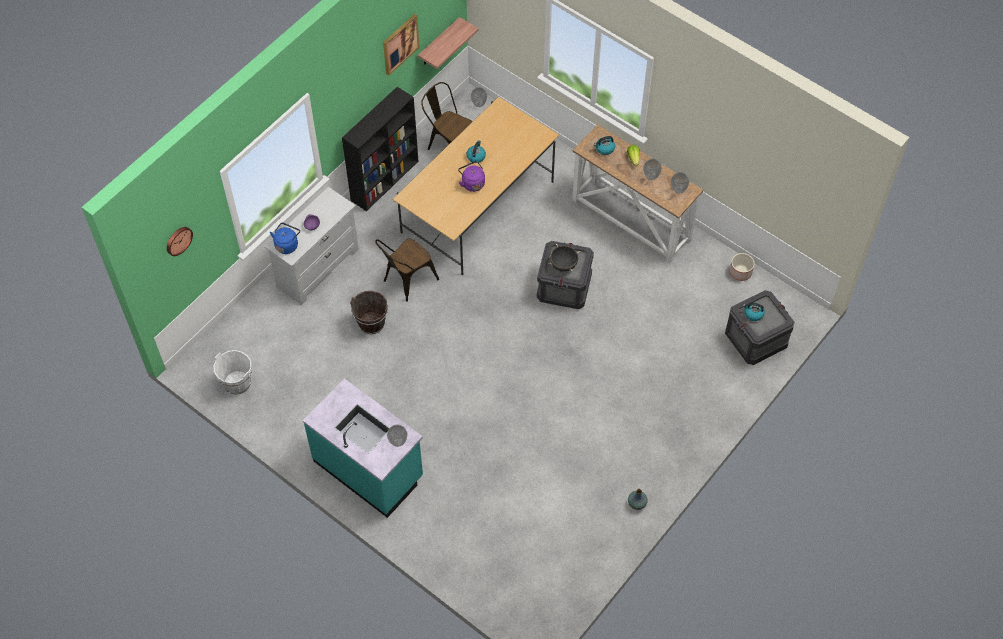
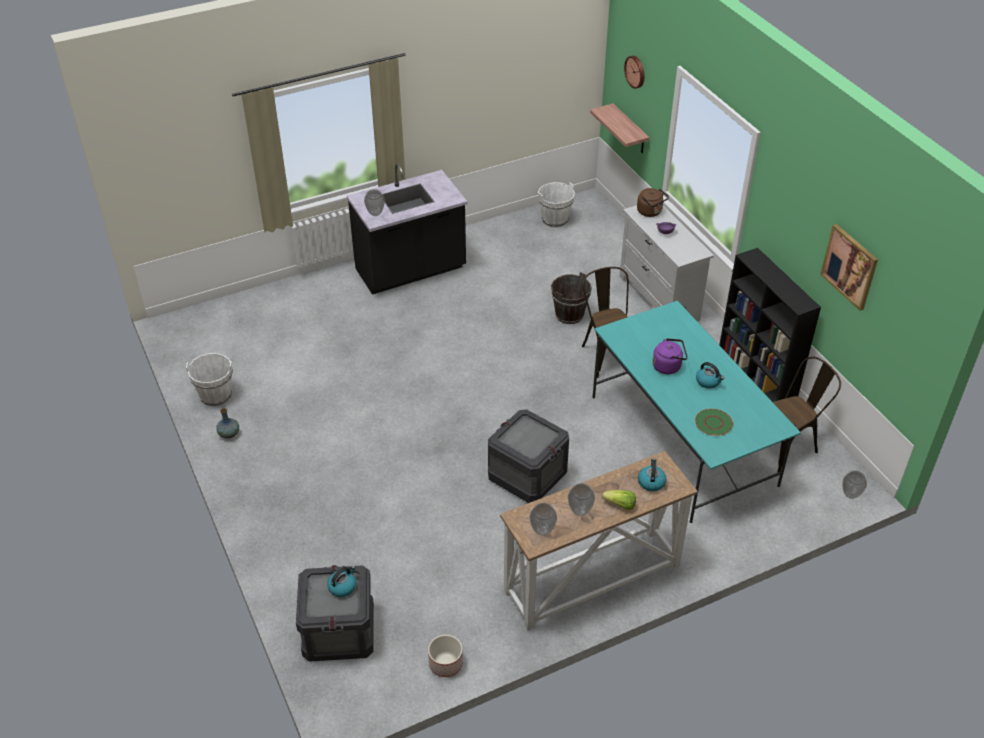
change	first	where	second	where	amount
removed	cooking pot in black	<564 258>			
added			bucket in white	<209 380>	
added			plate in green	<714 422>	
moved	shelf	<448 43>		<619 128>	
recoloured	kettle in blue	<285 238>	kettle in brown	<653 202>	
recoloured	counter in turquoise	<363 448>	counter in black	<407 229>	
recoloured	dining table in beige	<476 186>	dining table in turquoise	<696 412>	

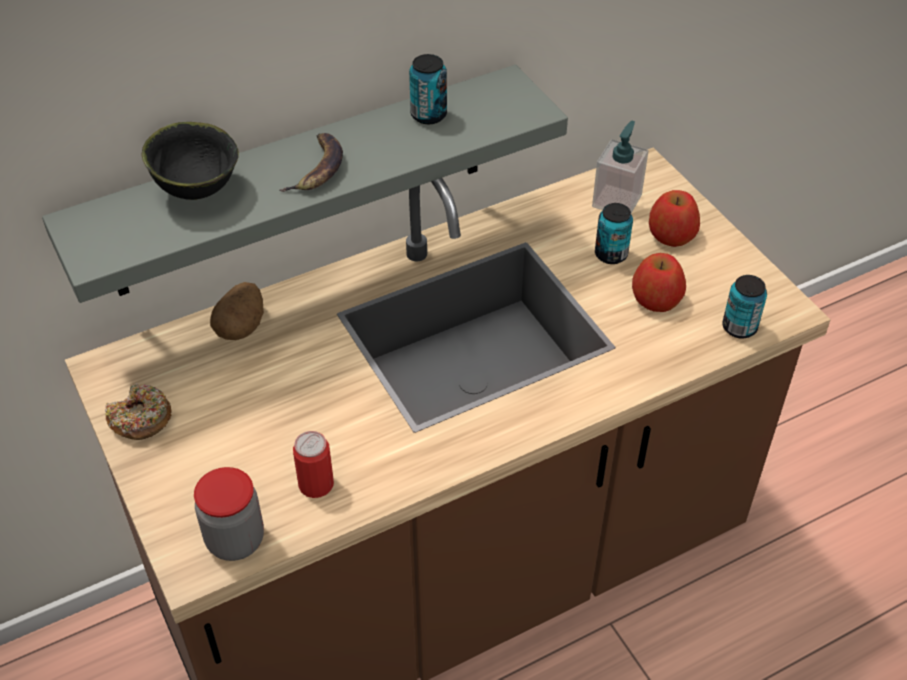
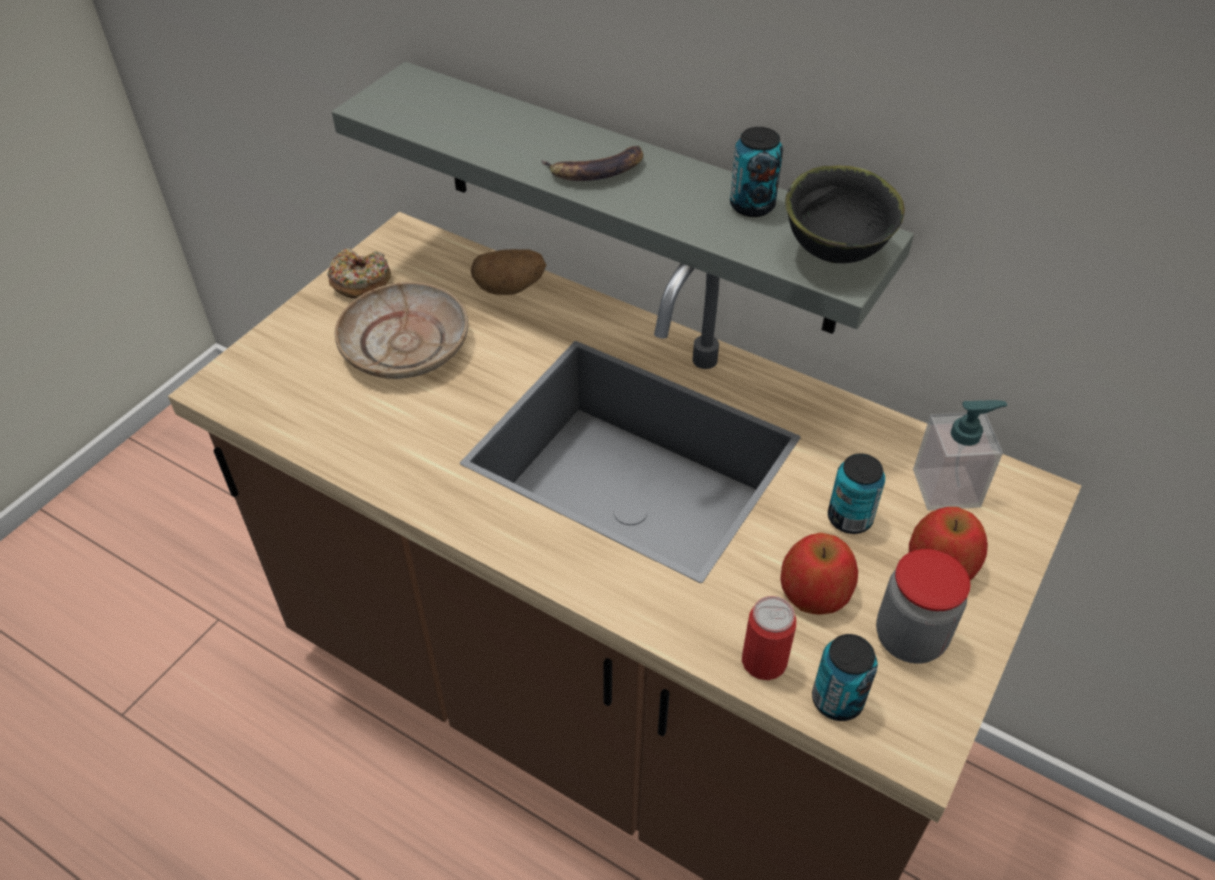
change	first	where	second	where	amount
added			plate in beige	<401 330>	
moved	bowl in black	<190 161>		<845 214>	
moved	jar	<229 514>		<923 606>	
moved	can	<313 464>		<769 638>	

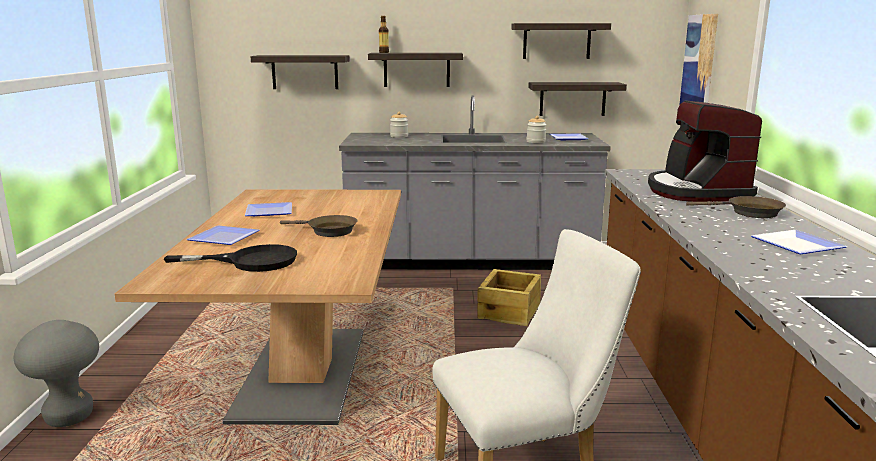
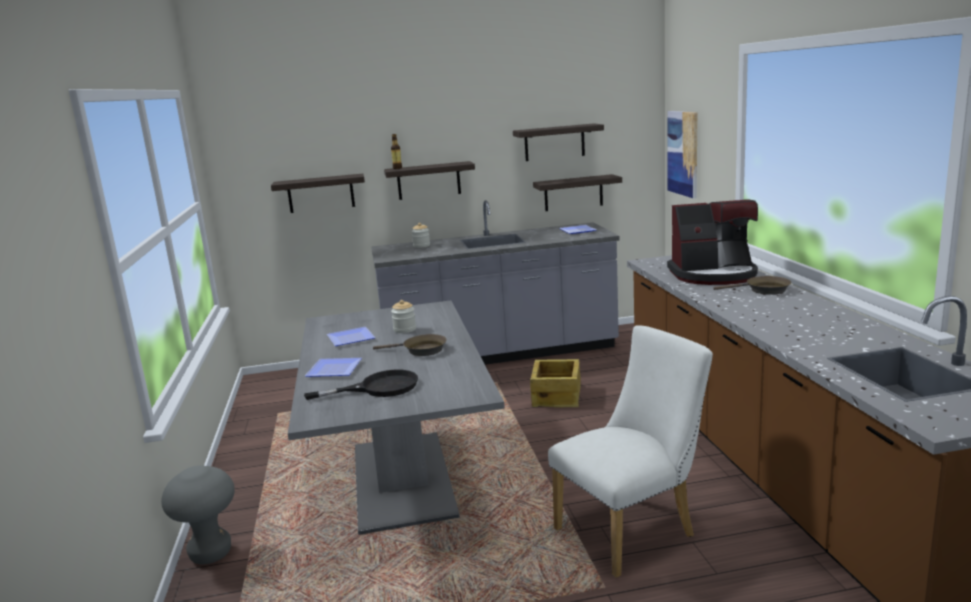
change	first	where	second	where	amount
removed	plate	<799 242>			
moved	jar	<536 129>		<403 316>	
recoloured	dining table in brown	<257 307>	dining table in grey	<396 417>	
turned	coffee machine	<705 151>		<712 242>	75 degrees counterclockwise

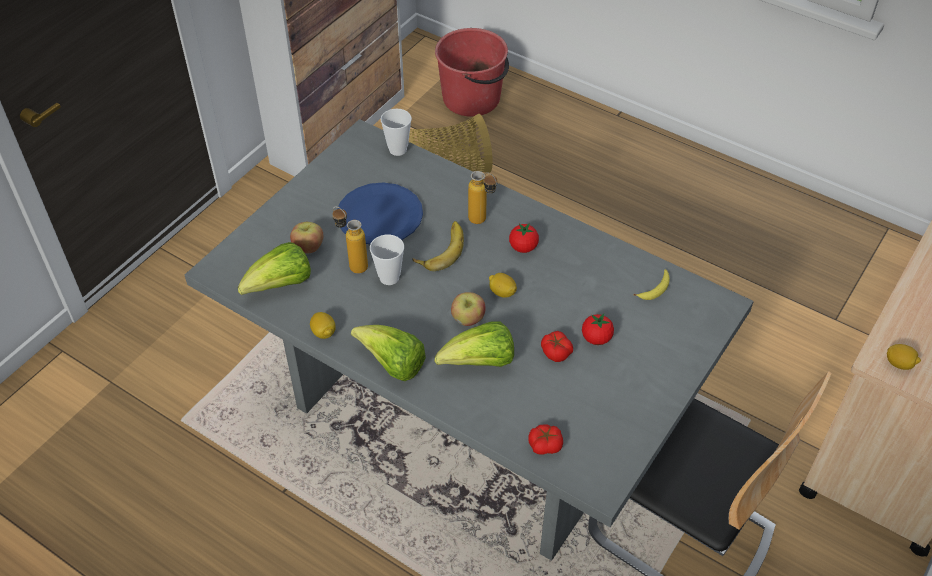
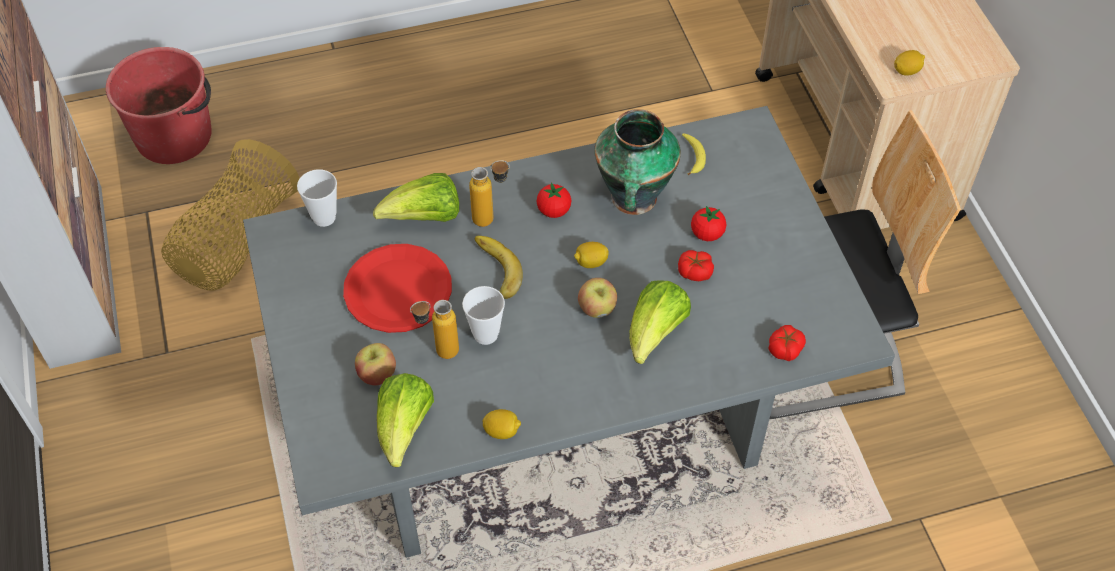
change	first	where	second	where	amount
added			vase	<637 162>	
moved	lettuce	<388 353>		<416 197>	
recoloured	plate in blue	<380 213>	plate in red	<397 288>	

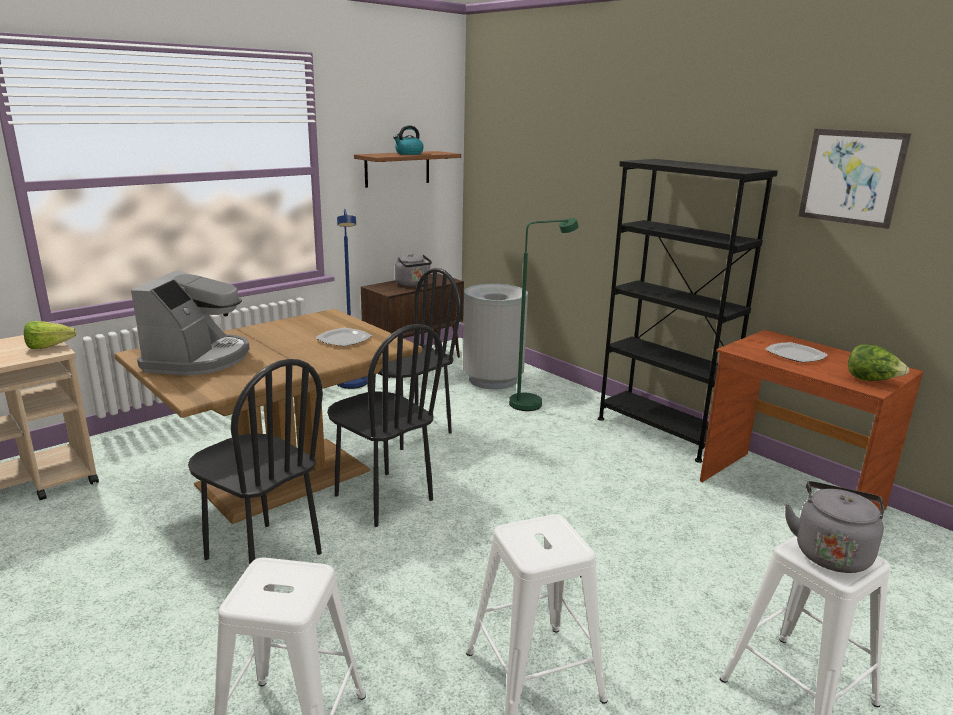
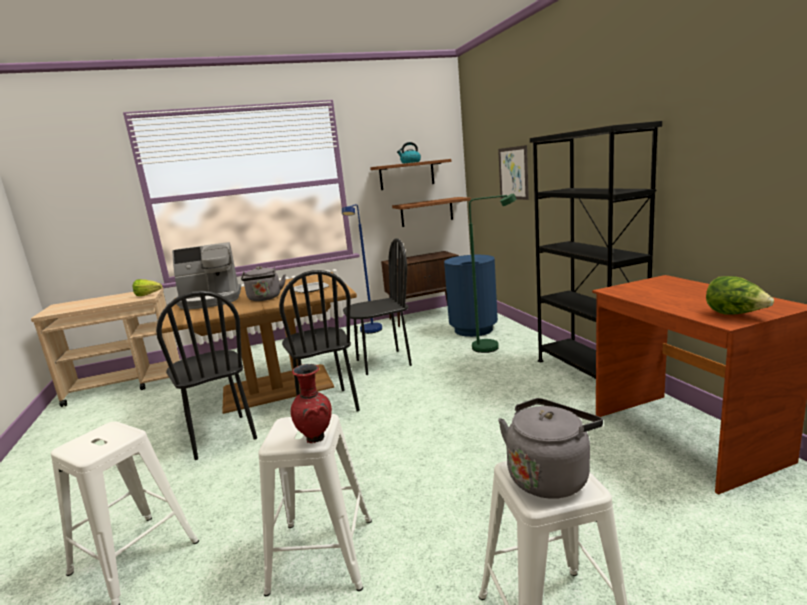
change	first	where	second	where	amount
removed	plate	<796 352>			
added			vase in red	<311 403>	
added			shelf	<431 212>	
moved	kettle in grey	<413 270>		<263 283>	
moved	picture	<854 179>		<513 172>	
recoloured	trash can in grey	<495 336>	trash can in blue	<471 296>	
turned	coffee machine	<190 323>		<206 275>	45 degrees clockwise

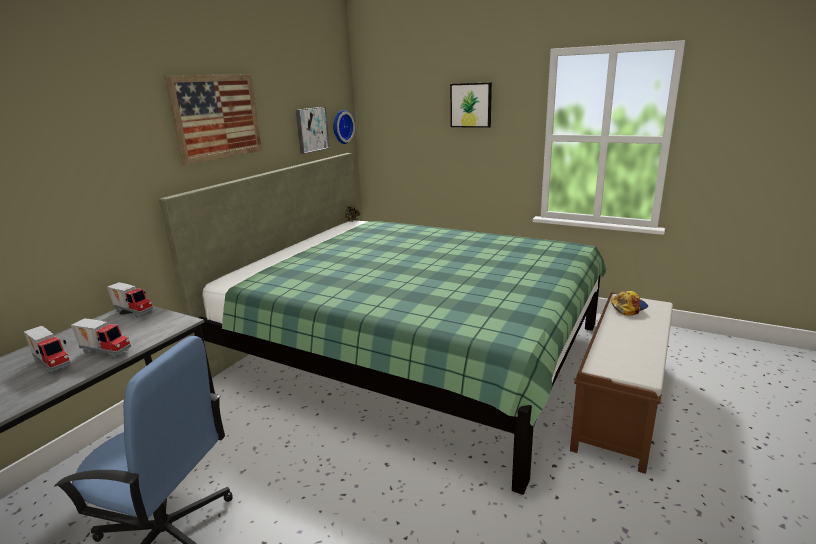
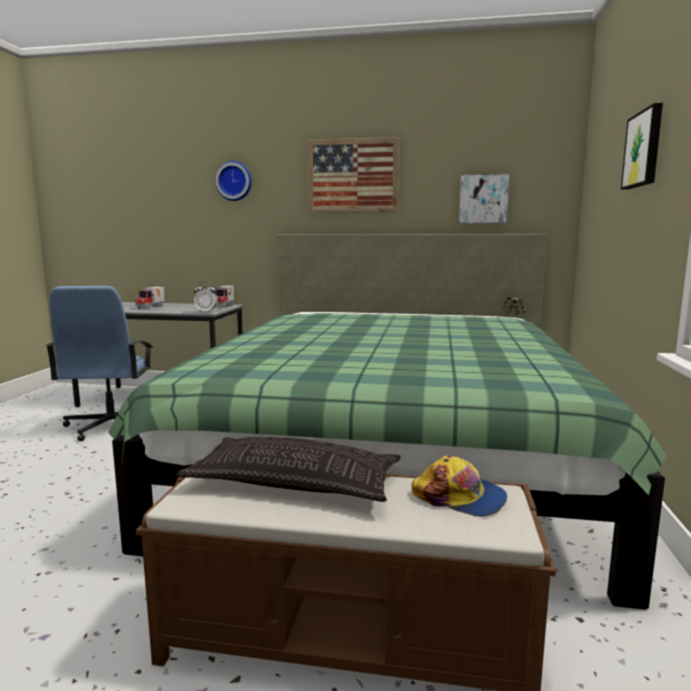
change	first	where	second	where	amount
removed	toy truck	<101 338>			
added			pillow	<289 469>	
added			alarm clock	<206 297>	
moved	wall clock	<344 127>		<233 181>	

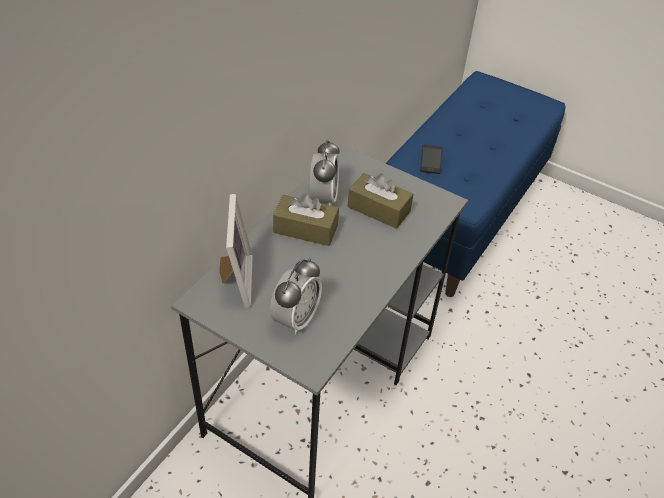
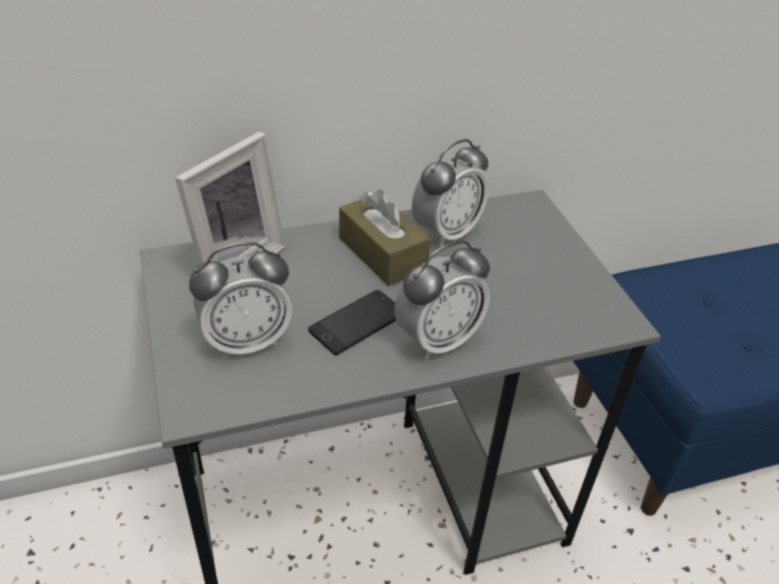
change	first	where	second	where	amount
removed	tissue box in brown	<380 201>			
added			alarm clock	<442 300>	
moved	phone	<431 159>		<352 322>	

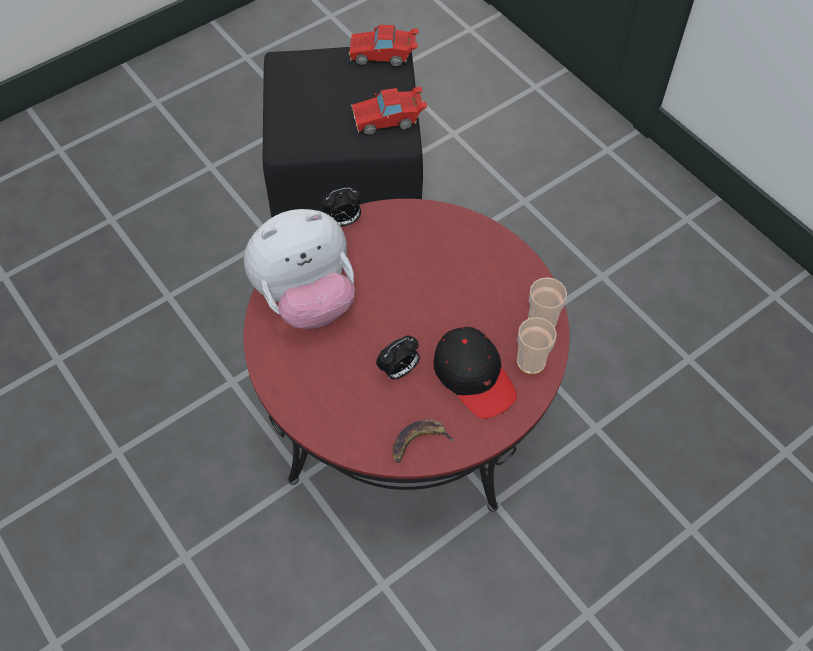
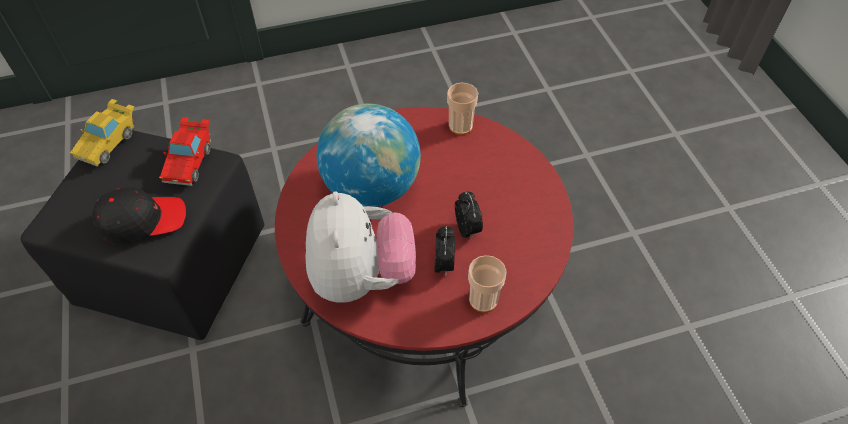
change	first	where	second	where	amount
removed	banana	<423 441>			
added			globe	<368 155>	
moved	alarm clock	<341 207>		<445 251>	
moved	cap in black	<475 373>		<139 215>	
moved	cup	<536 346>		<487 284>	
recoloured	toy car in red	<384 45>	toy car in yellow	<102 133>	

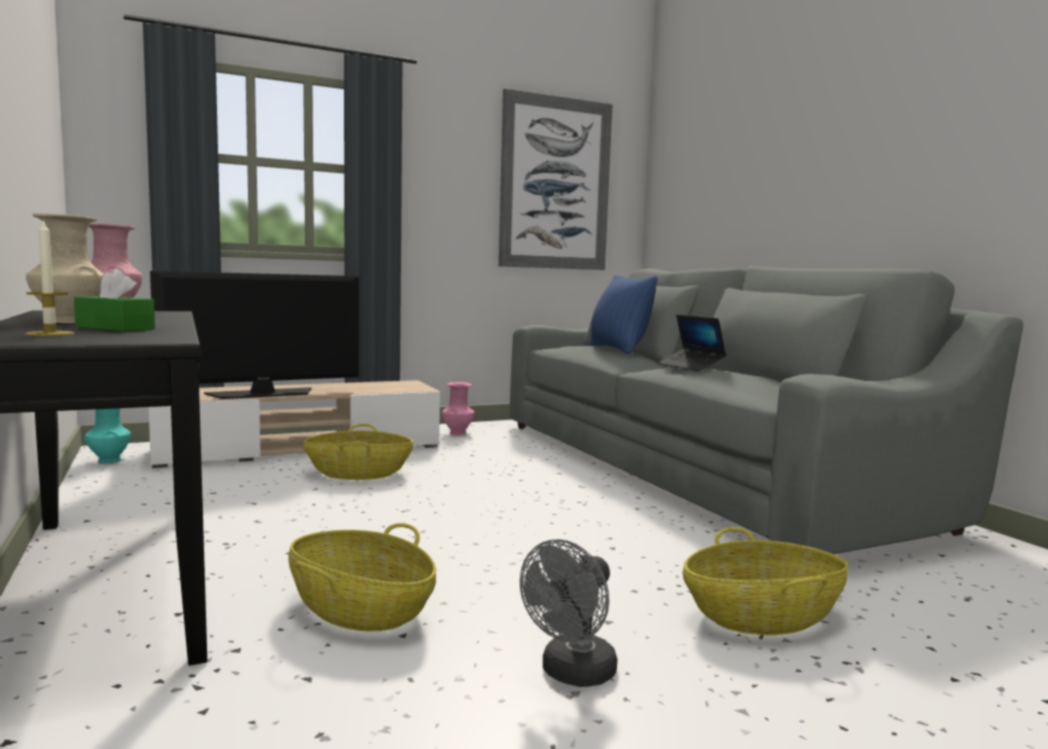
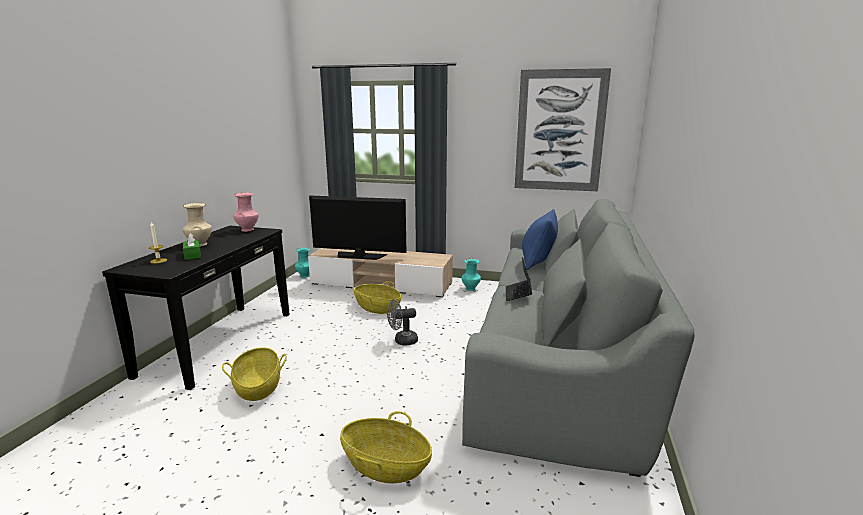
change	first	where	second	where	amount
moved	fan in grey	<569 613>		<402 322>	
recoloured	vase in pink	<458 408>	vase in turquoise	<471 275>	

